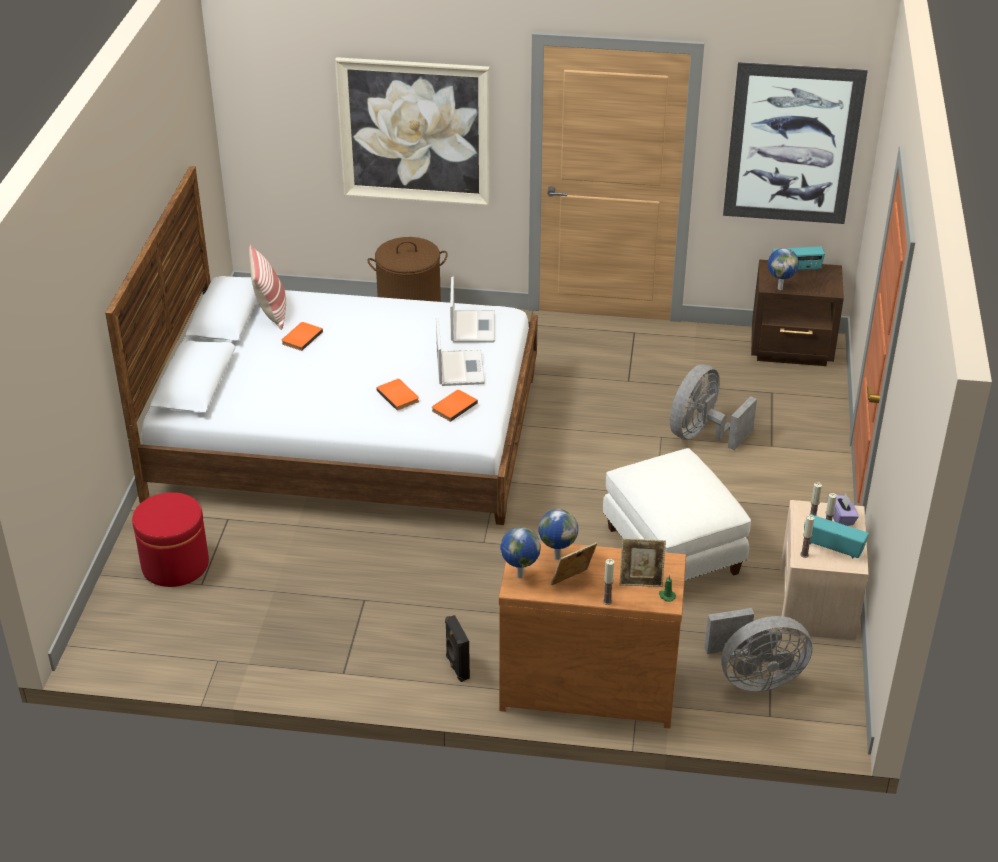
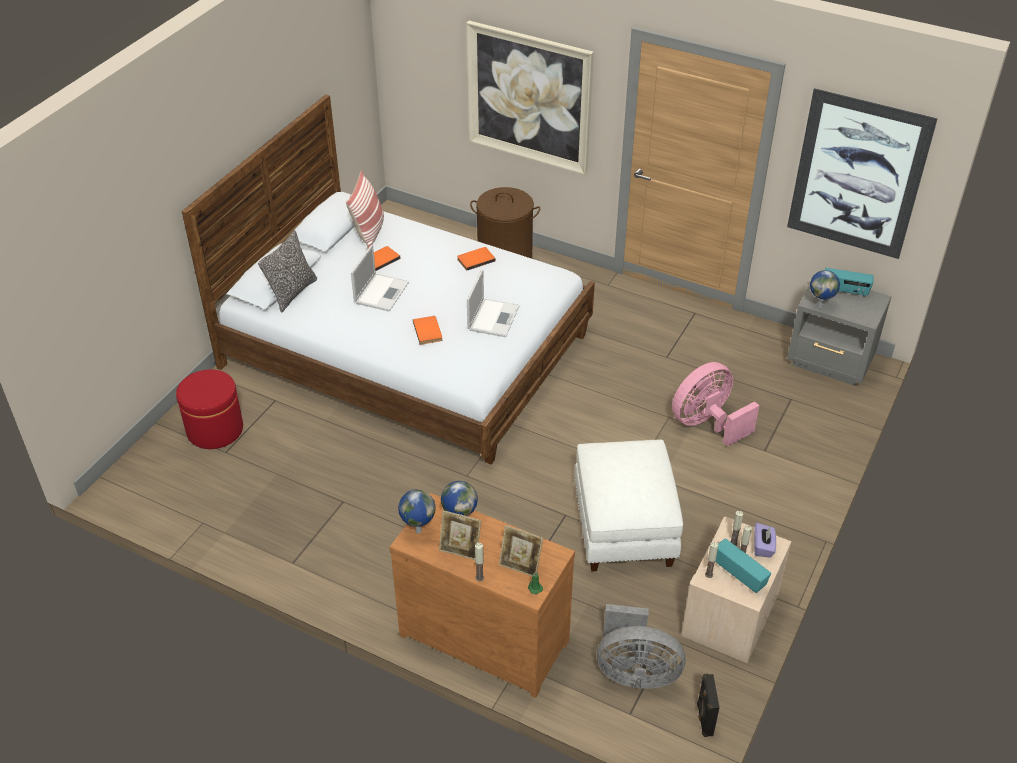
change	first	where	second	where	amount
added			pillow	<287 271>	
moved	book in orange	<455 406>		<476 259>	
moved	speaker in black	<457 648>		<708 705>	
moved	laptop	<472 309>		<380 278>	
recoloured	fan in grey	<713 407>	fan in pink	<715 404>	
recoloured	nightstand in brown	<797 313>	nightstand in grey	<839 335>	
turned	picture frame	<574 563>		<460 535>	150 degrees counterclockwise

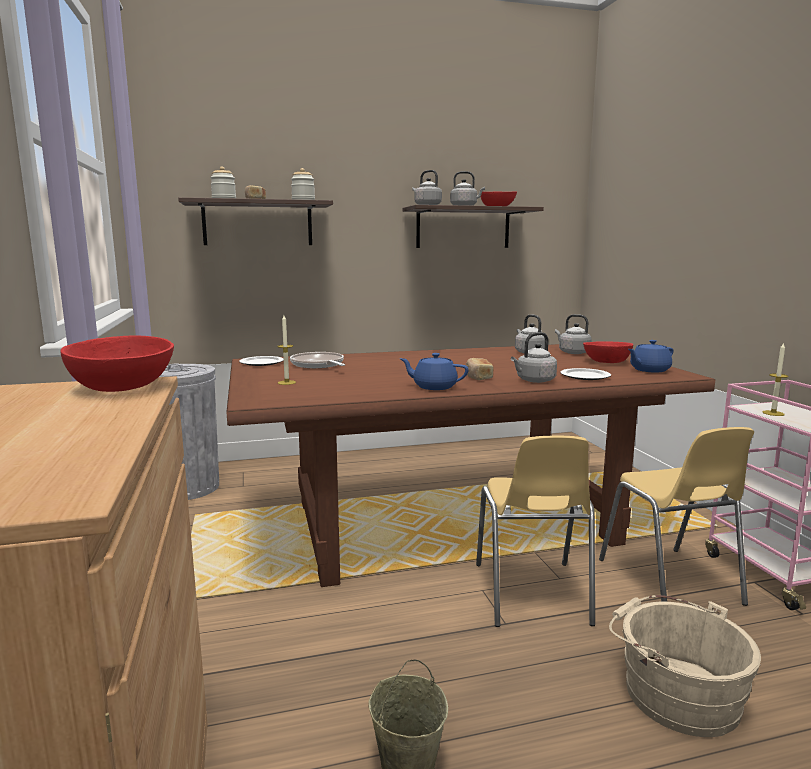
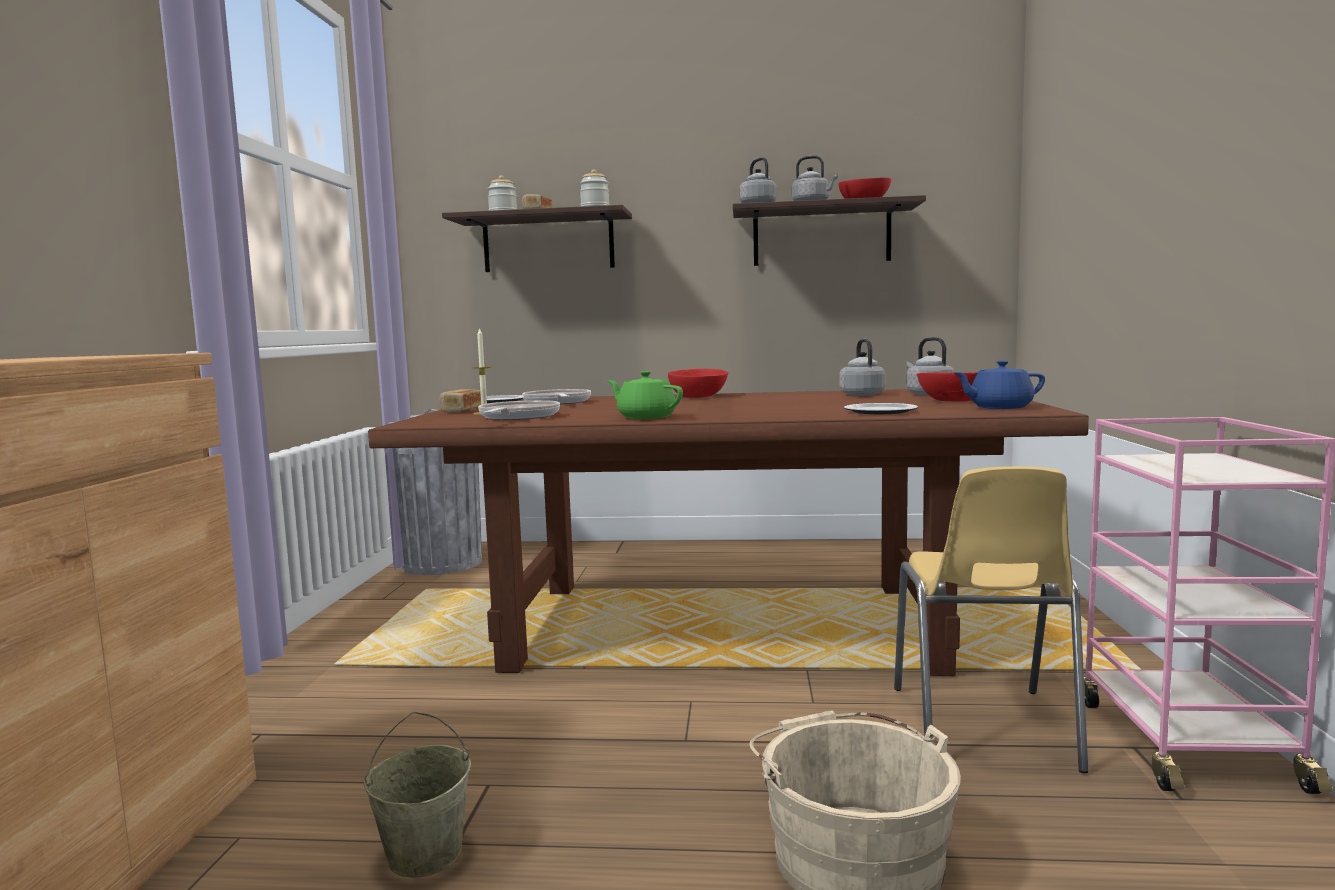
change	first	where	second	where	amount
removed	chair in yellow	<535 531>			
removed	kettle in grey	<534 357>			
removed	candle	<775 379>			
added			frying pan	<519 410>	
moved	bowl in red	<117 364>		<698 383>	
moved	bread	<479 369>		<460 401>	
recoloured	teapot in blue	<434 371>	teapot in green	<645 395>	

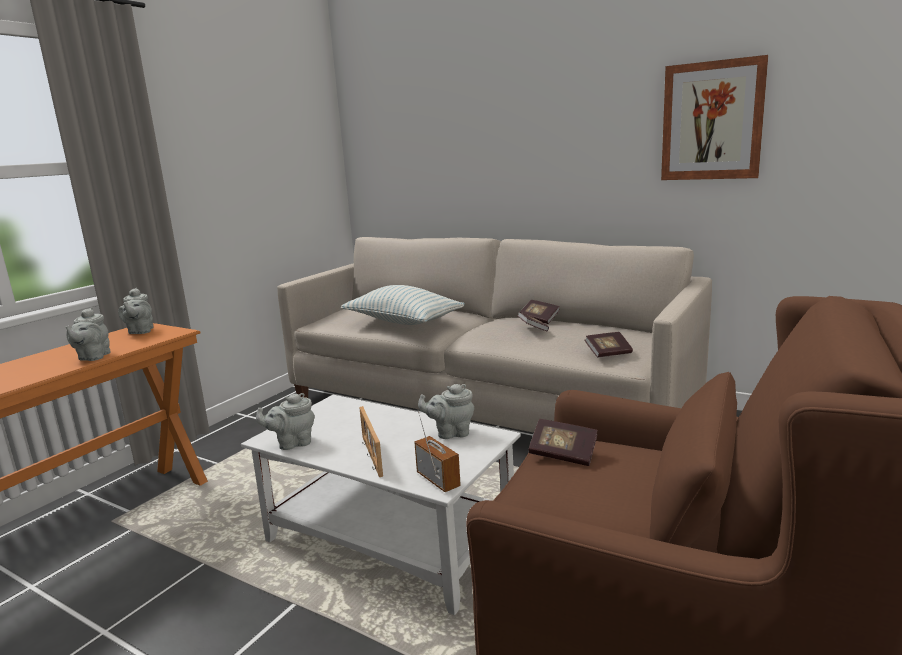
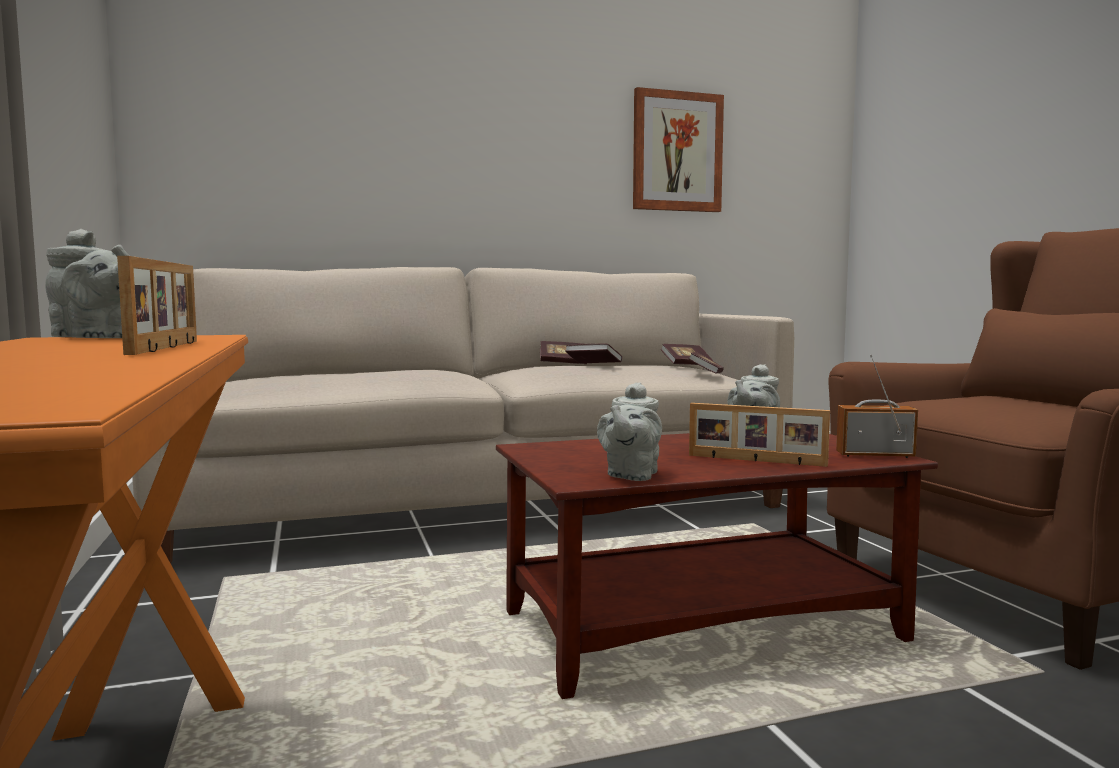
change	first	where	second	where	amount
removed	pillow	<403 305>			
moved	book	<563 442>		<687 354>	
replaced	teapot in grey	<88 334>	picture frame	<157 305>	
recoloured	coffee table in white	<381 505>	coffee table in brown	<717 566>	

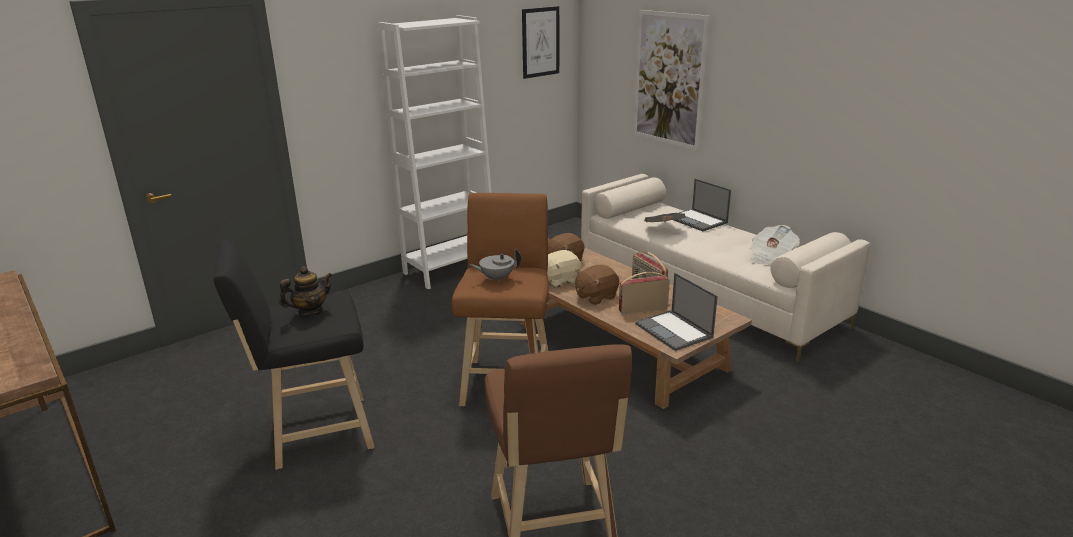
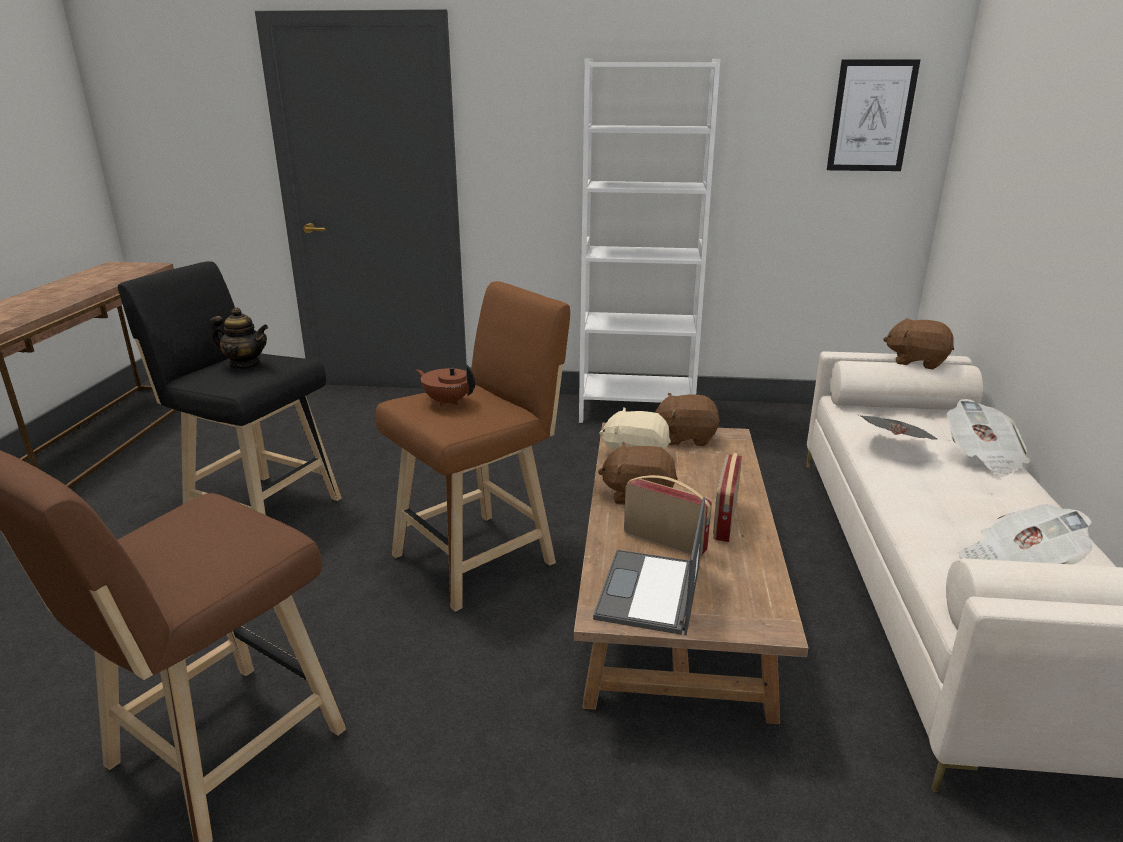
change	first	where	second	where	amount
removed	picture	<671 80>			
added			plush toy in brown	<918 344>	
replaced	laptop	<702 205>	newspaper	<988 438>	
recoloured	teapot in grey	<495 265>	teapot in brown	<445 385>	

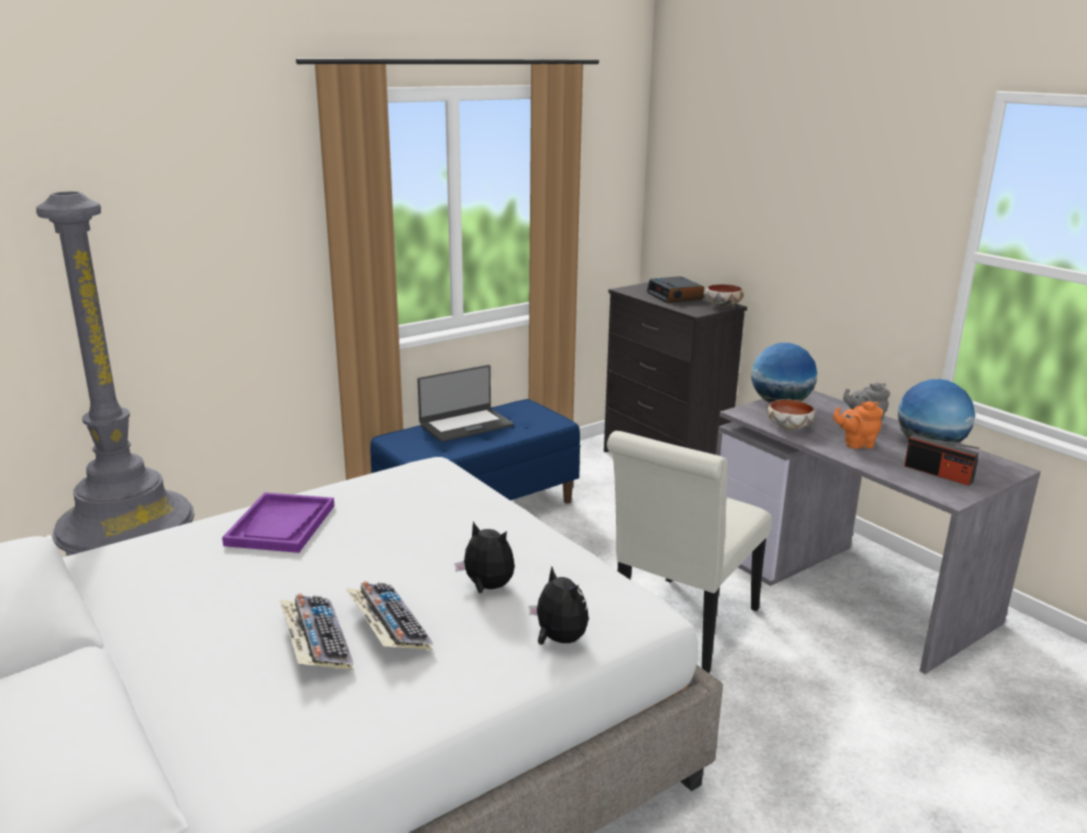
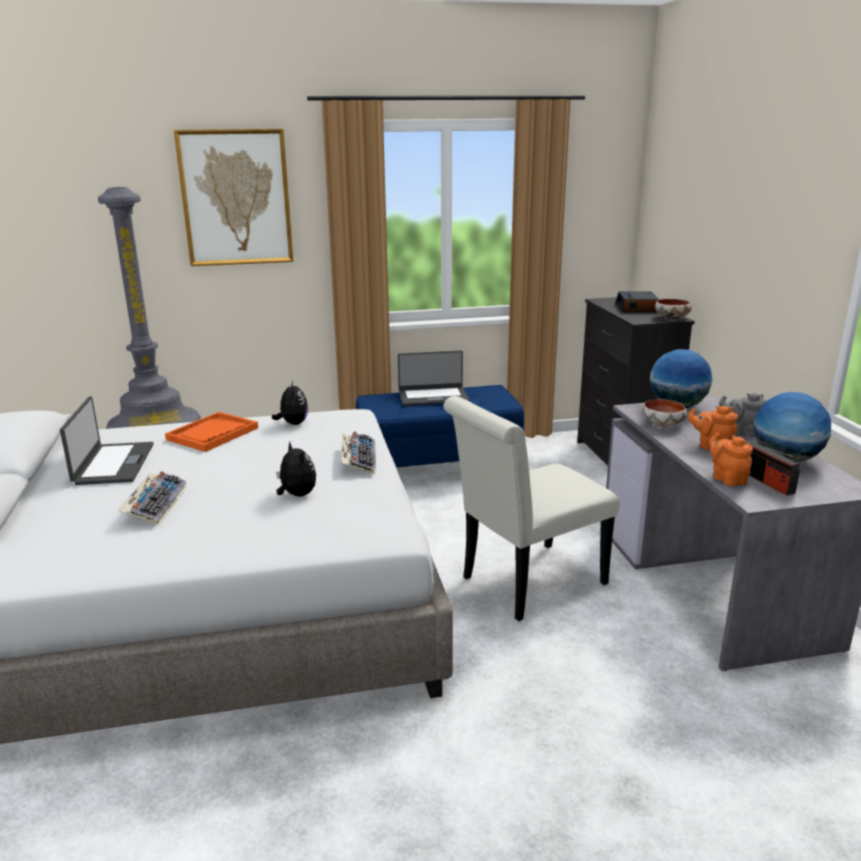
change	first	where	second	where	amount
added			laptop	<107 440>	
added			picture	<233 197>	
added			teapot in orange	<731 459>	
moved	keyboard	<390 615>		<358 453>	
moved	plush toy	<559 606>		<290 402>	
recoloured	tray in purple	<278 522>	tray in orange	<211 432>	

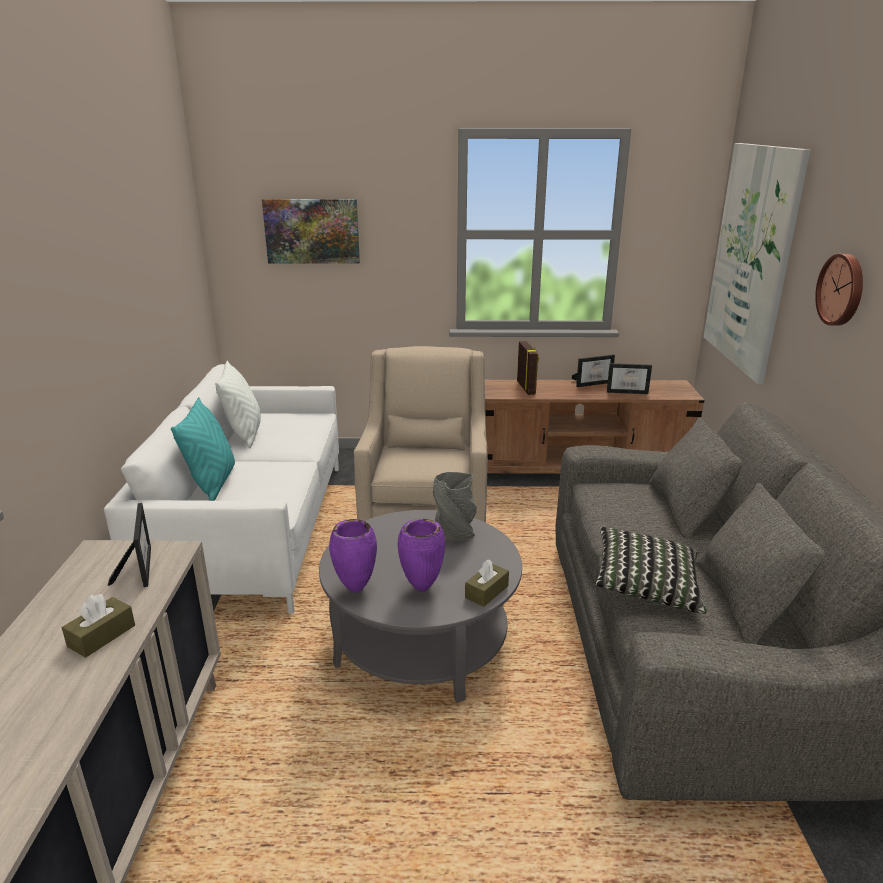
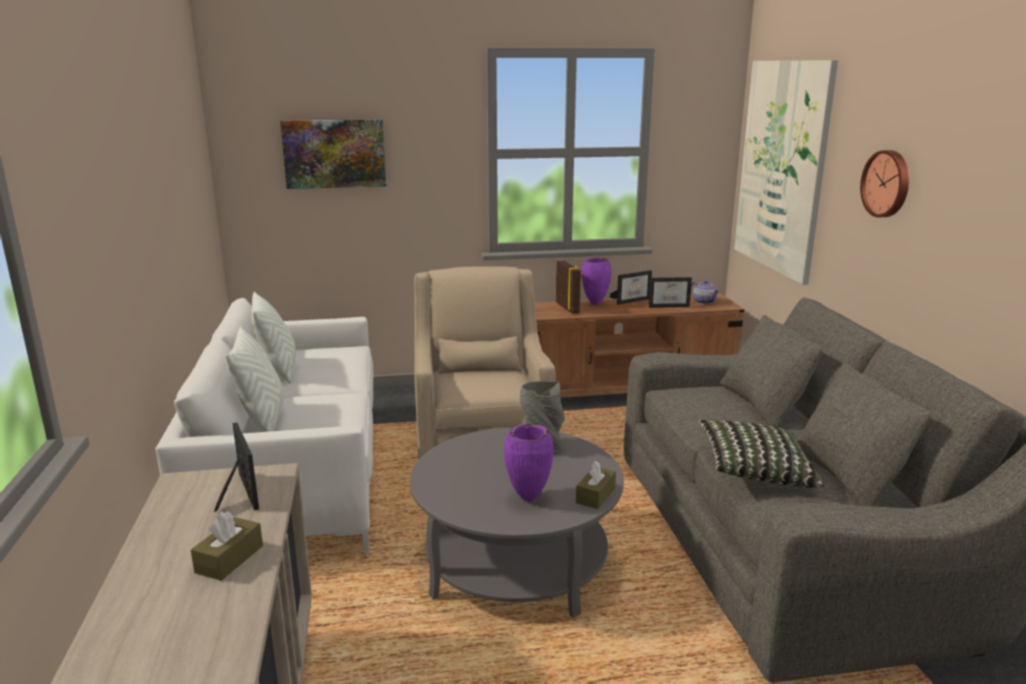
change	first	where	second	where	amount
added			teapot	<705 292>	
moved	vase in purple	<353 555>		<596 281>	
recoloured	pillow in turquoise	<203 449>	pillow in white	<254 379>	

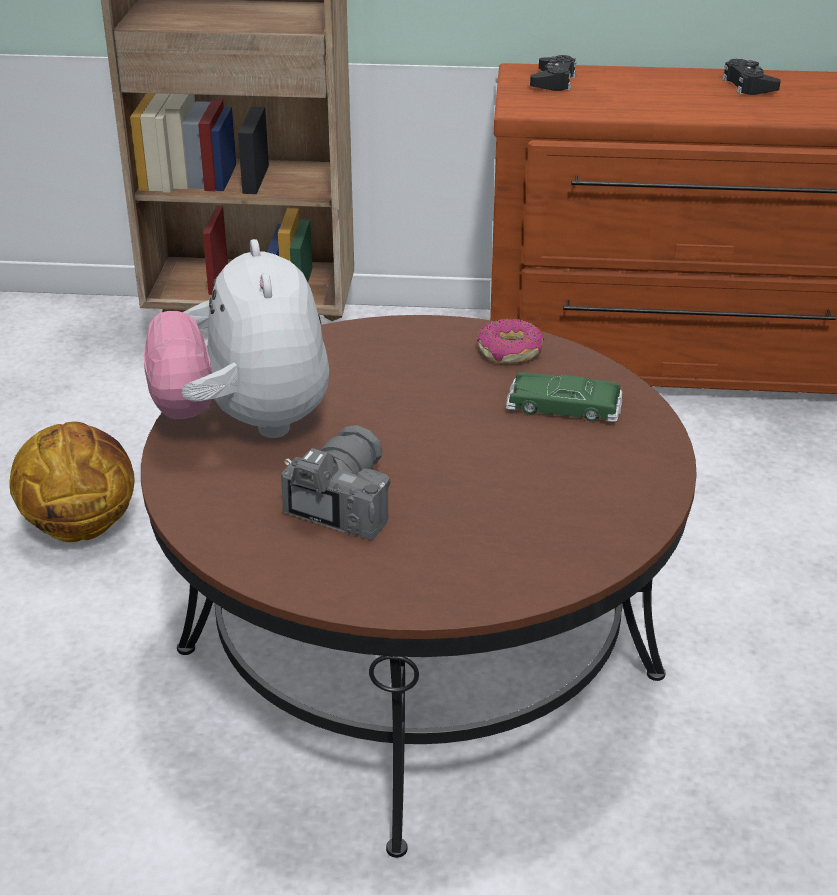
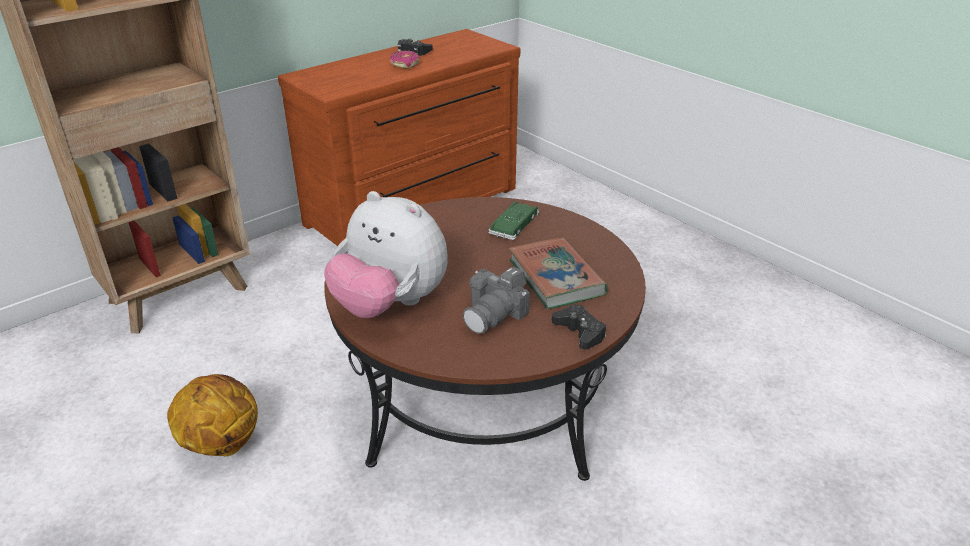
change	first	where	second	where	amount
added			book	<558 273>	
moved	donut	<510 341>		<405 60>	
moved	game controller in black	<553 73>		<579 327>	
turned	photo camera	<336 482>		<496 300>	120 degrees counterclockwise
turned	toy car in green	<564 397>		<513 220>	150 degrees clockwise

